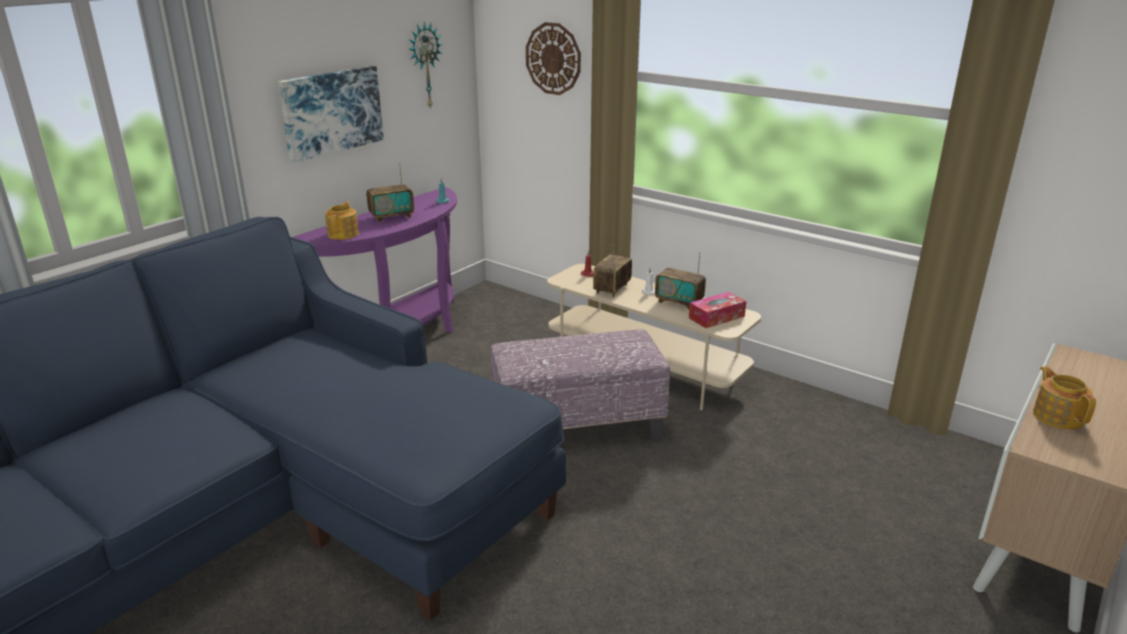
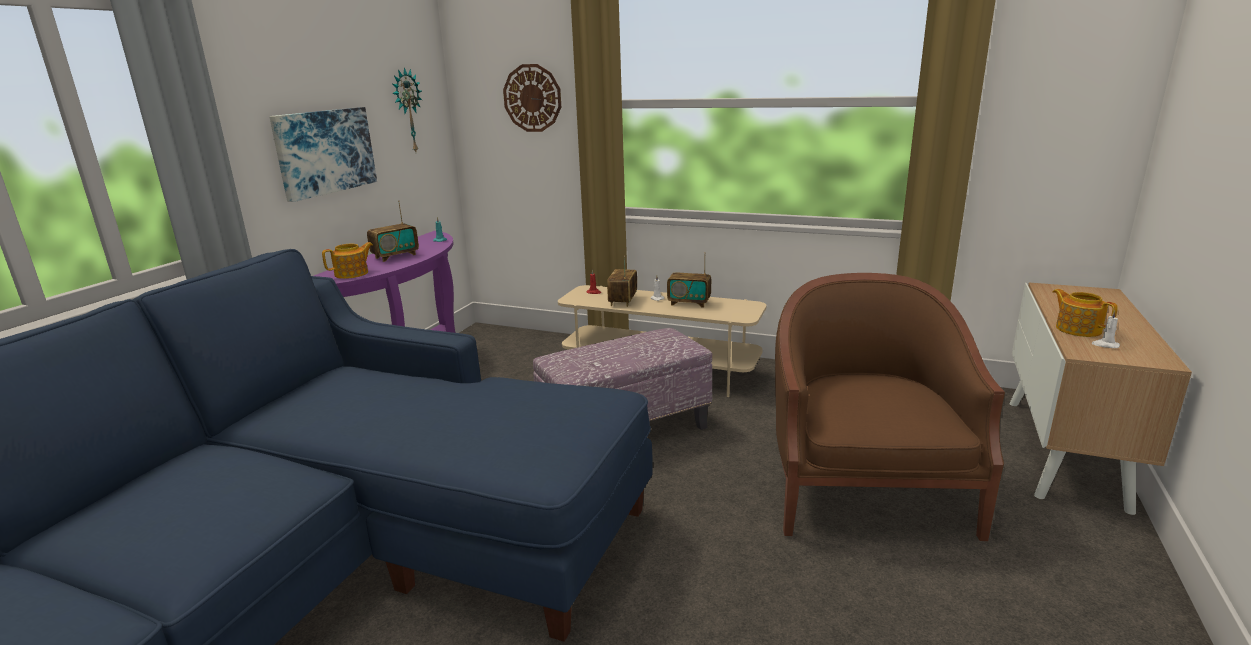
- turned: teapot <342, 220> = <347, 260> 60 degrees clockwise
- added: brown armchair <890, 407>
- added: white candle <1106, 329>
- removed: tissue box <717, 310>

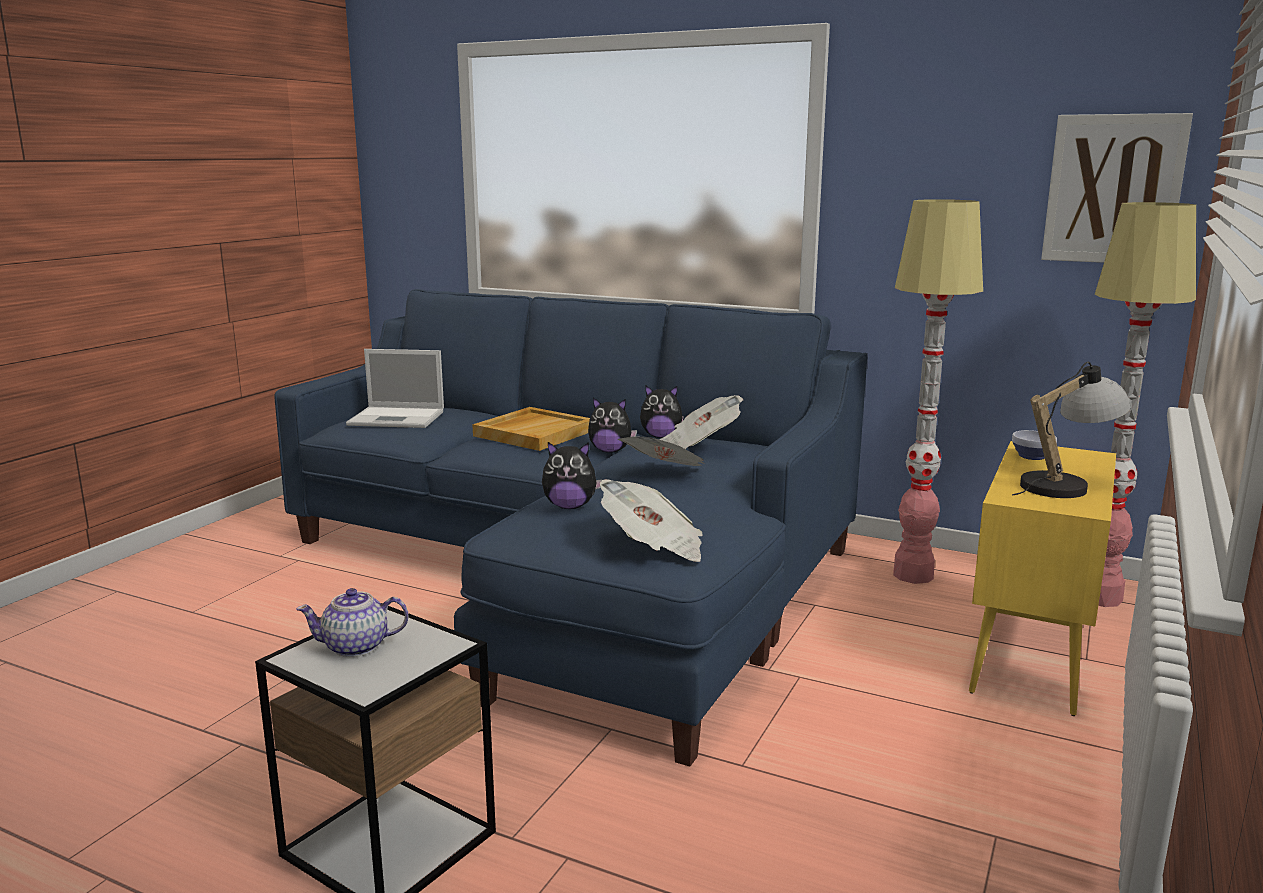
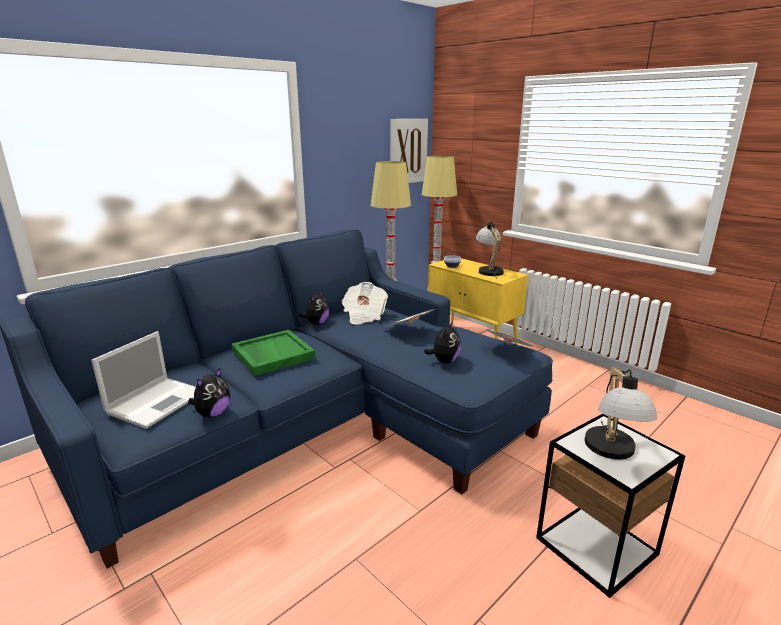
- moved: plush toy <612, 425> to <209, 392>
- recoloured: beige tray <531, 429> to green tray <273, 353>
- replaced: teapot <352, 622> to table lamp <621, 413>

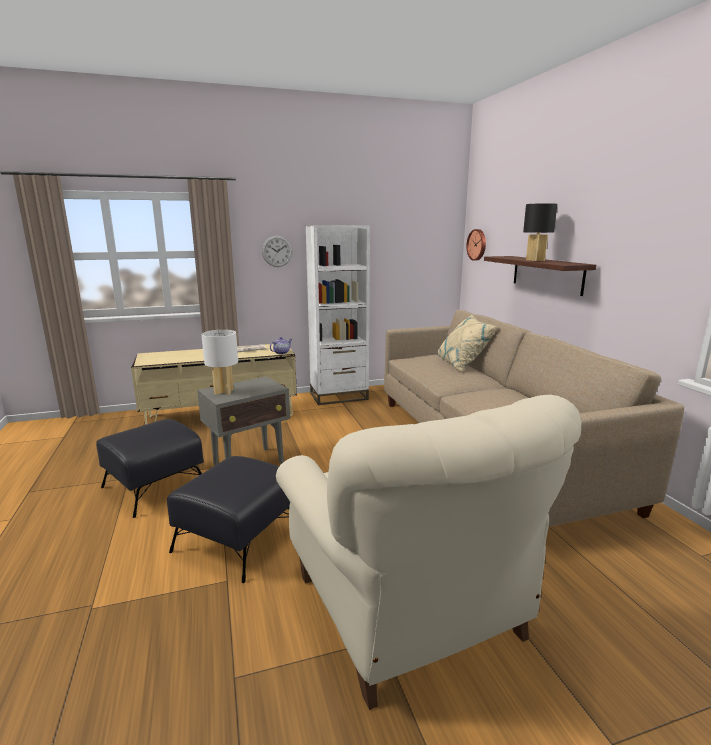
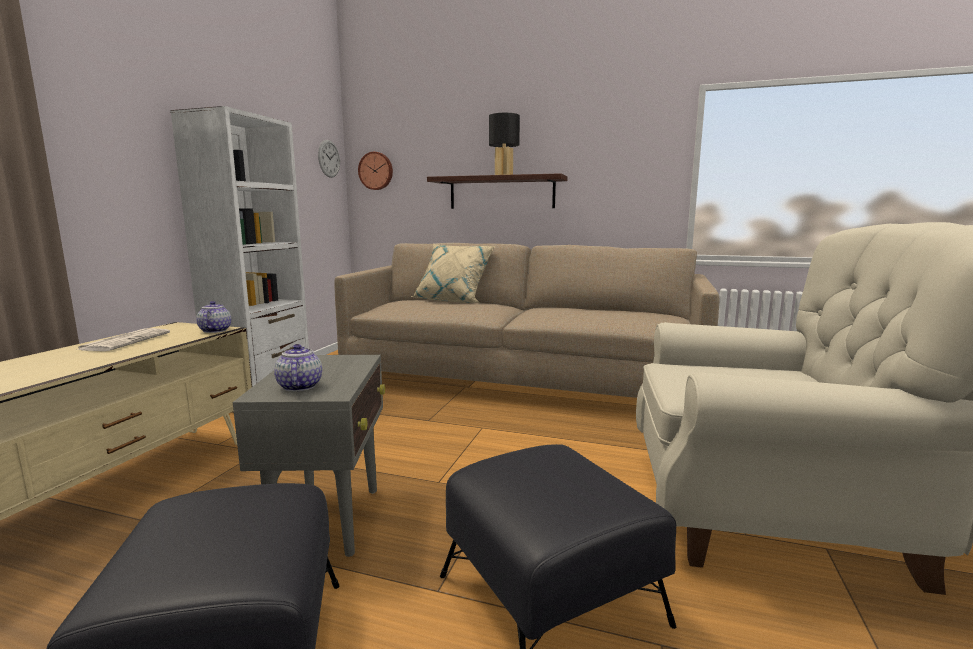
- replaced: white table lamp <220, 362> to teapot <298, 367>
- moved: wall clock <277, 251> to <329, 159>

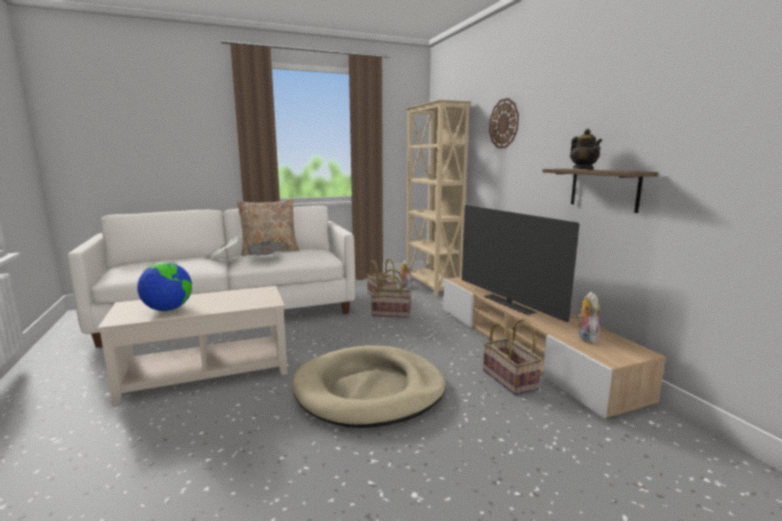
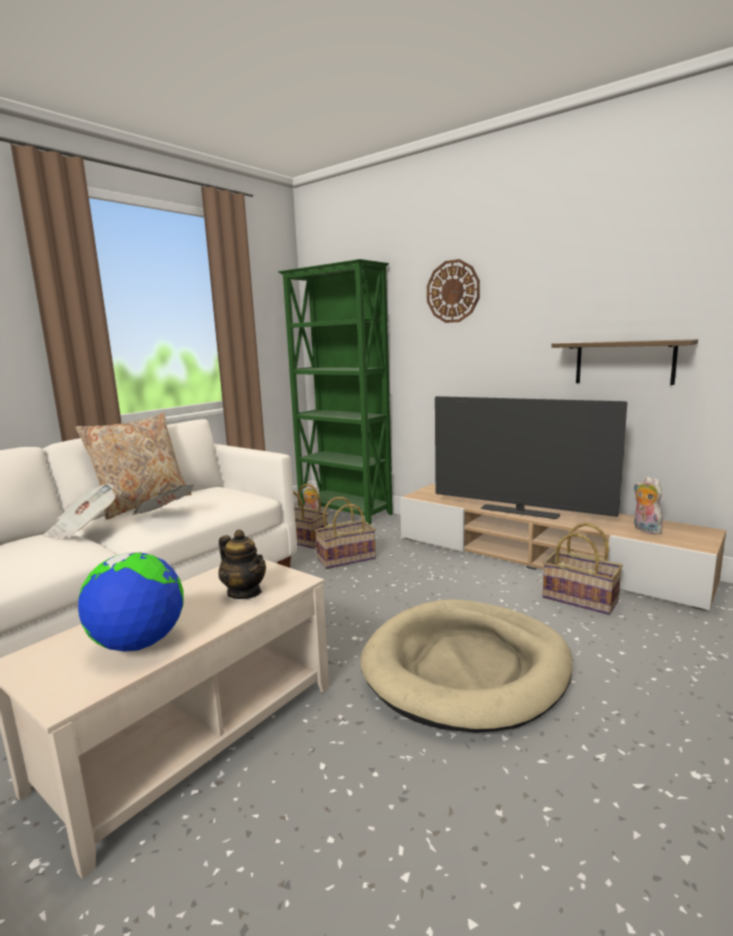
- moved: teapot <586, 149> to <242, 564>
- recoloured: beige bookcase <438, 198> to green bookcase <335, 391>

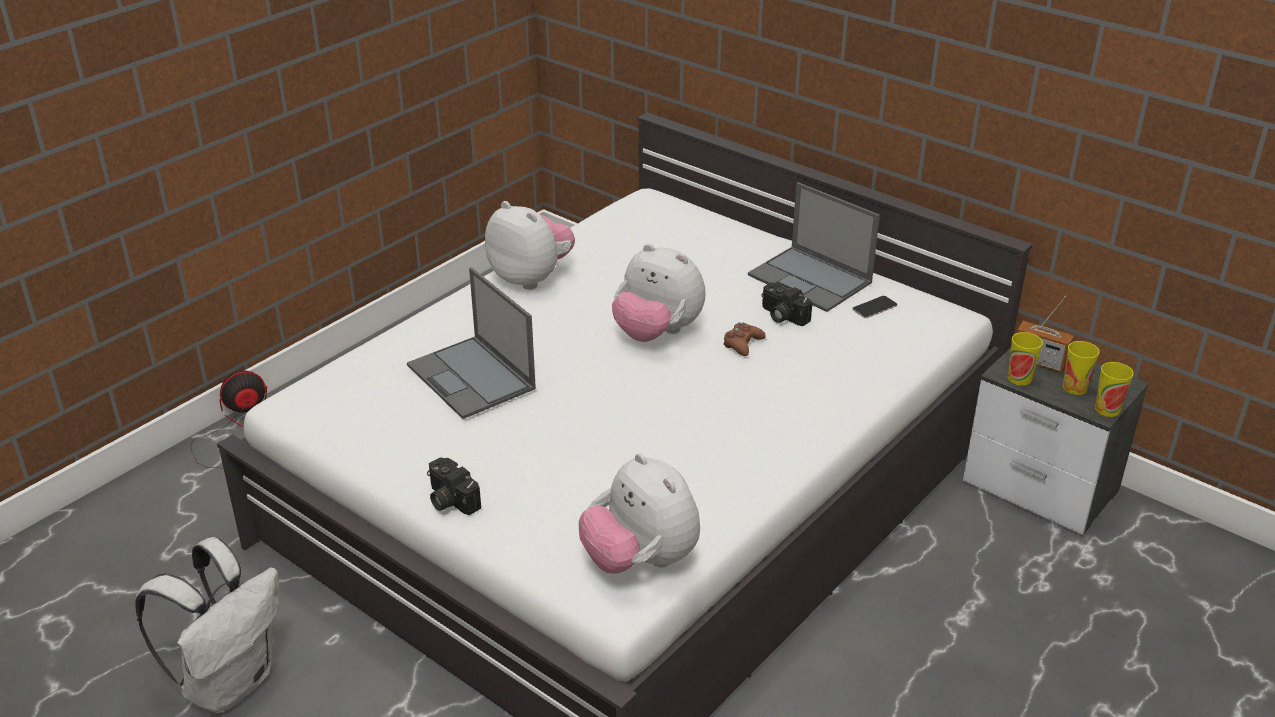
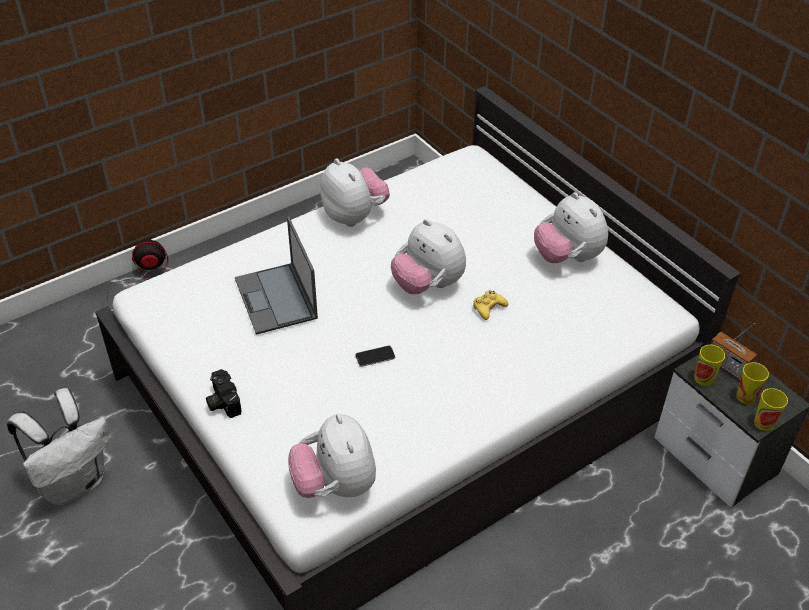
- moved: phone <875, 307> to <375, 356>
- recoloured: brown game controller <744, 339> to yellow game controller <490, 305>
- replaced: laptop <814, 247> to plush toy <571, 227>
- removed: photo camera <786, 304>

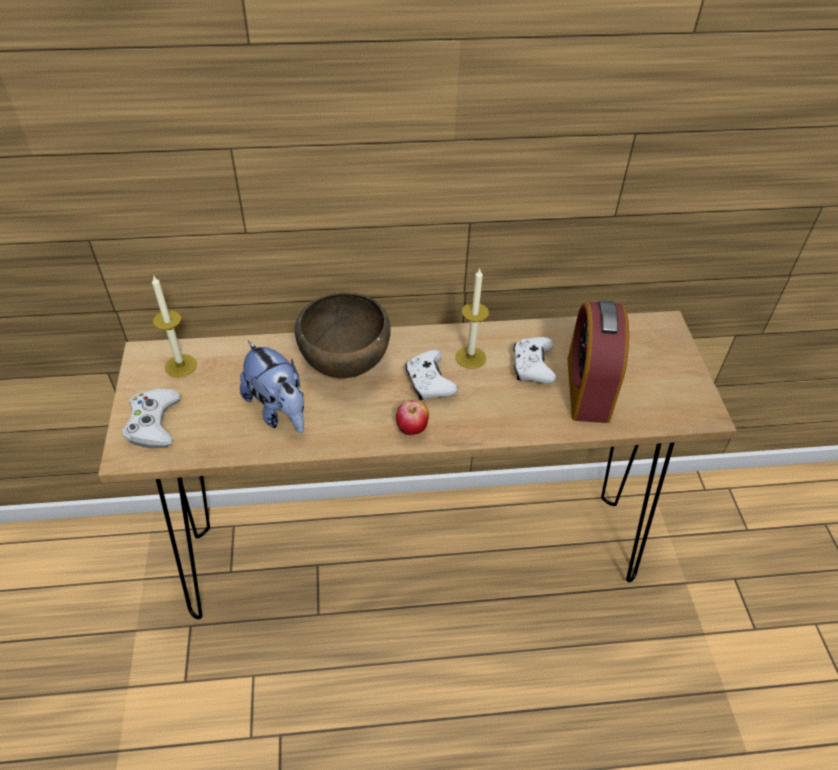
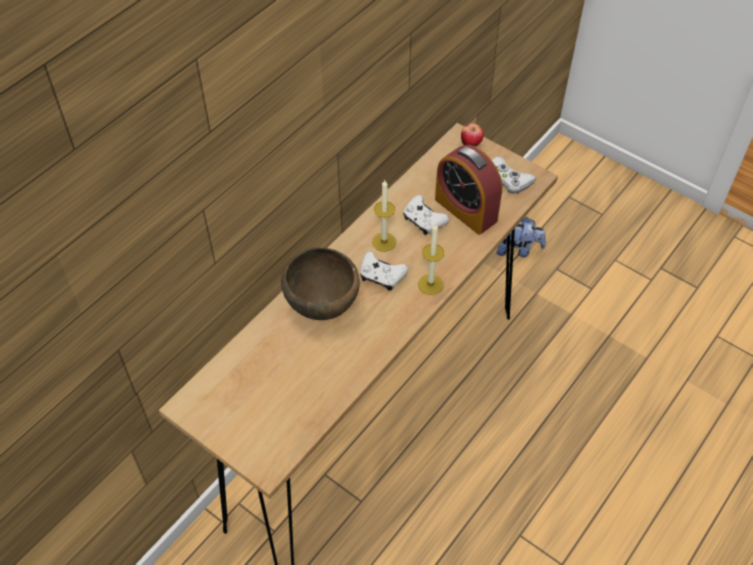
- moved: candle <174, 326> to <431, 259>
- moved: apple <412, 417> to <472, 135>
- moved: white game controller <151, 418> to <514, 175>
- moved: plush toy <272, 386> to <521, 237>

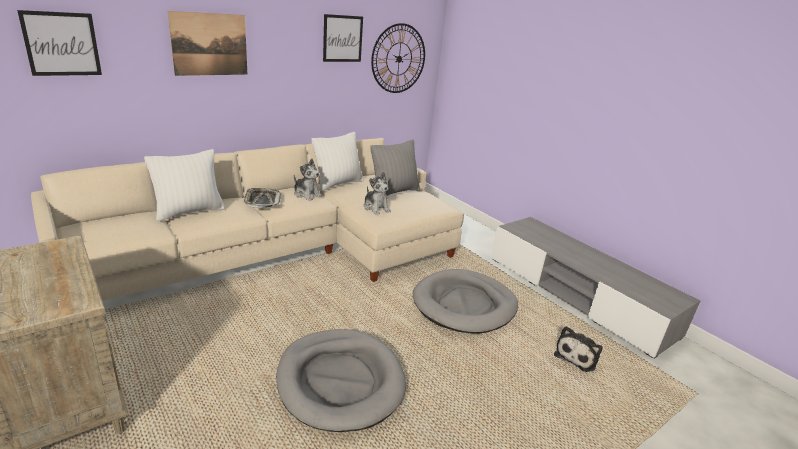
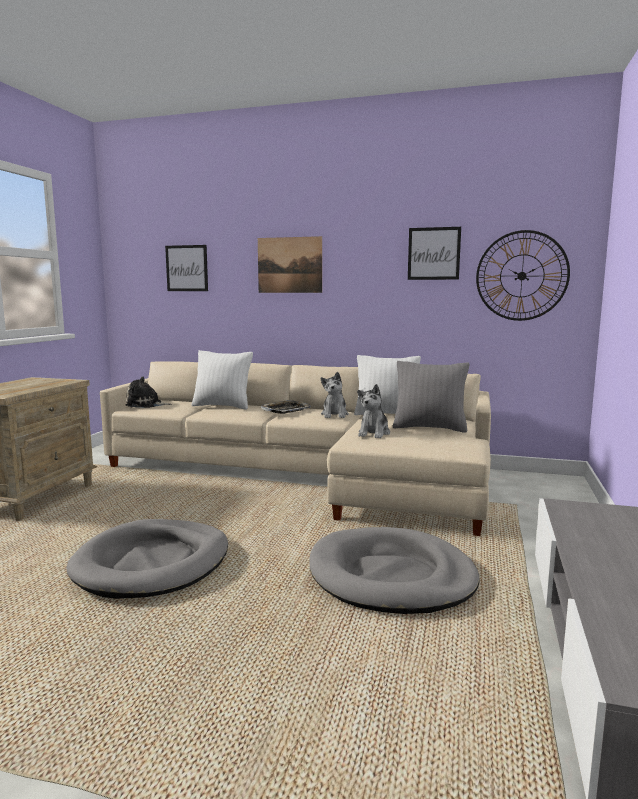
- moved: plush toy <578, 349> to <148, 392>

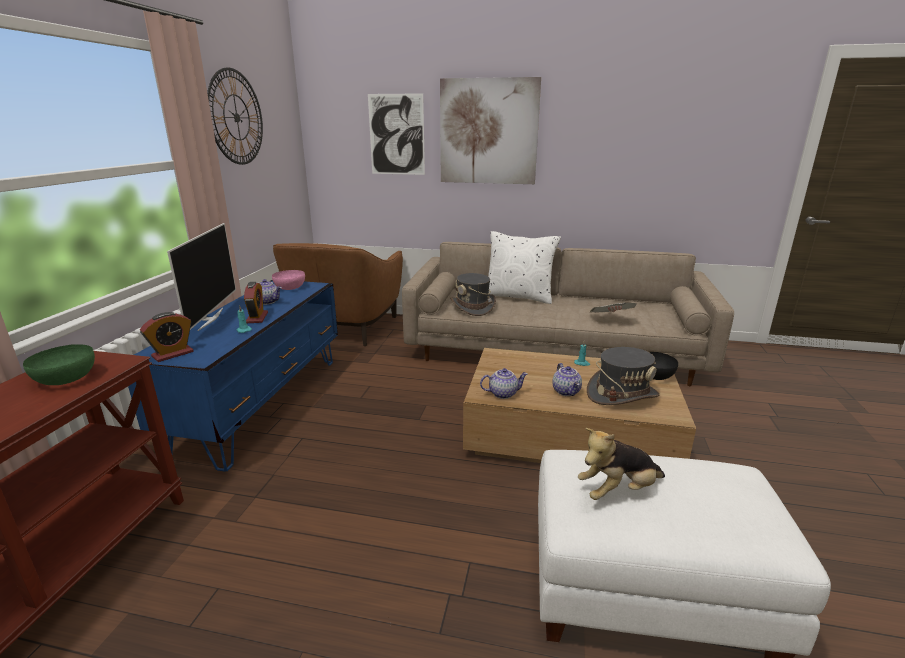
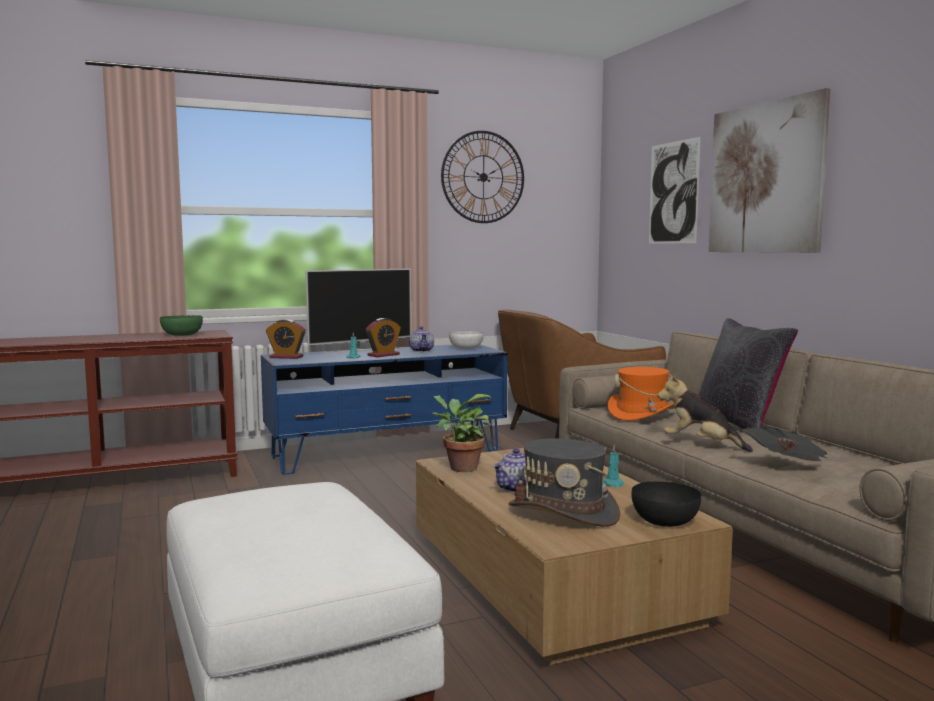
- replaced: teapot <504, 383> to potted plant <462, 433>
- recoloured: pink bowl <288, 280> to white bowl <466, 340>
- recoloured: grey hat <473, 294> to orange hat <641, 394>
- moved: plush toy <621, 464> to <705, 413>
- recoloured: white pillow <524, 267> to black pillow <748, 373>

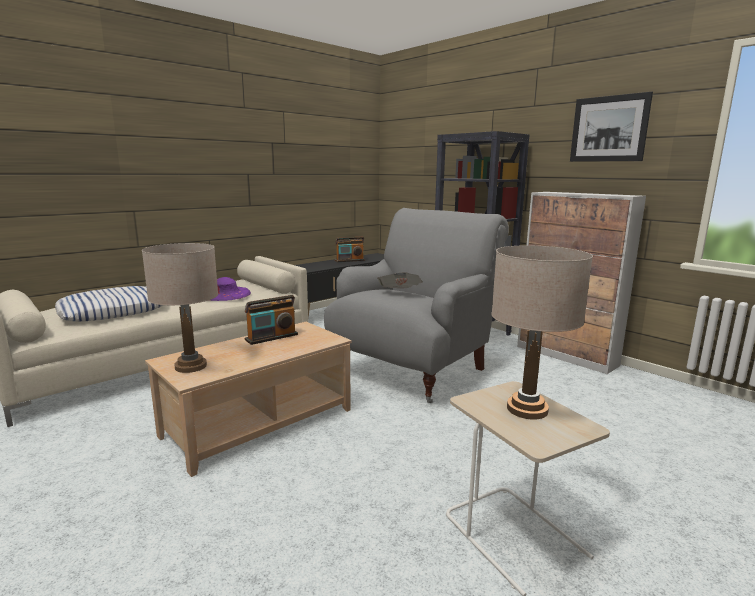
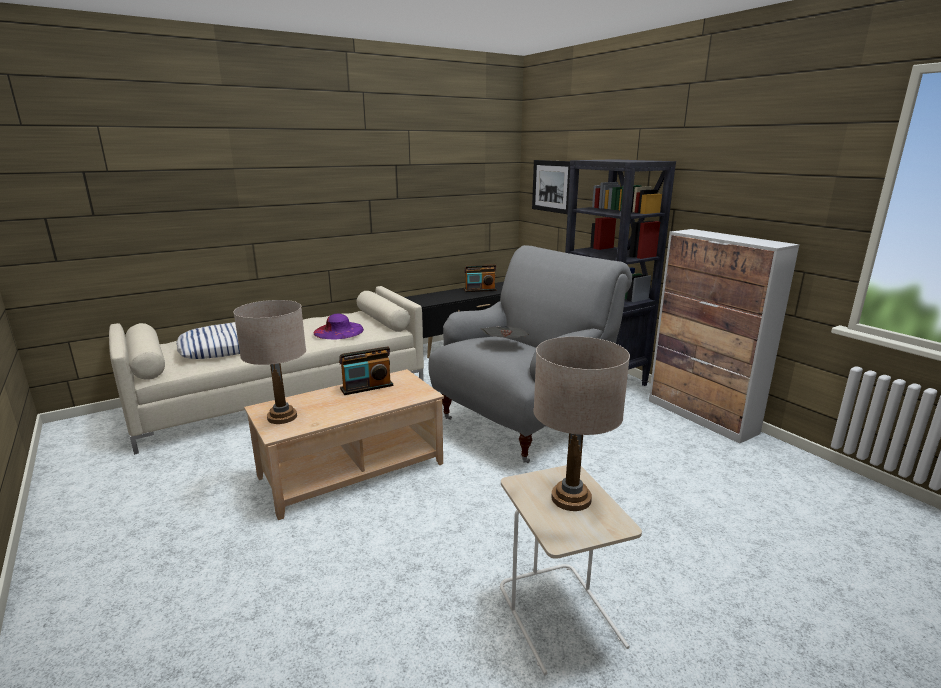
- moved: picture <611, 127> to <551, 187>

